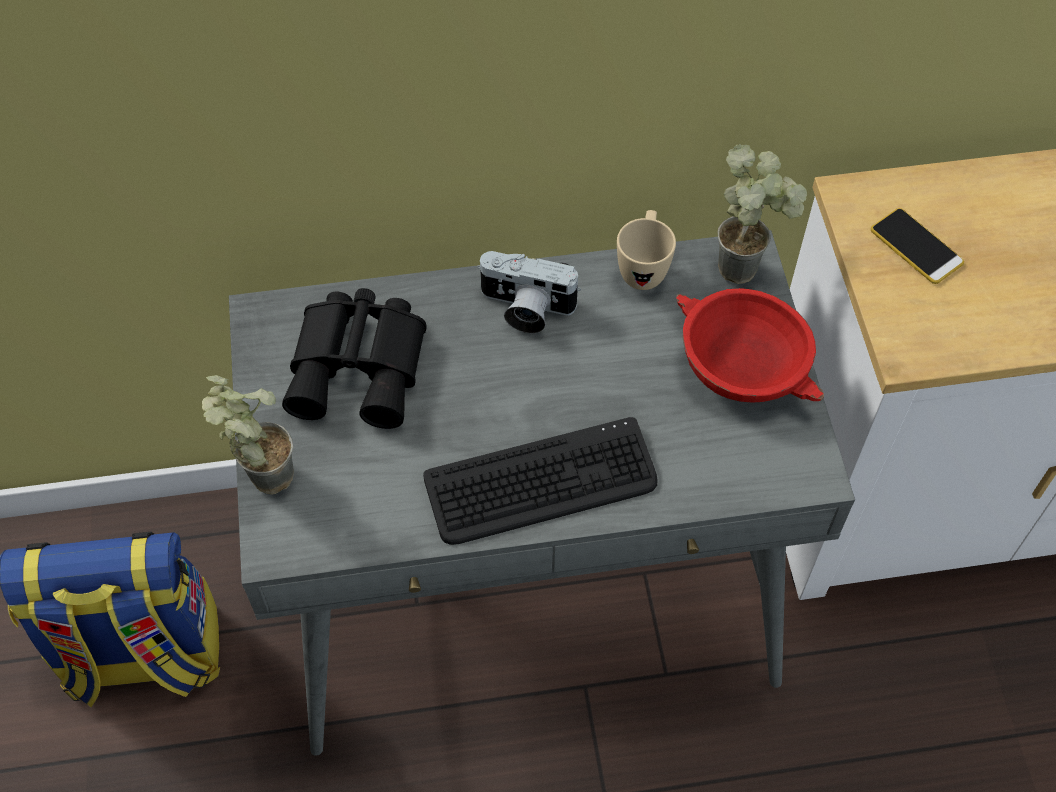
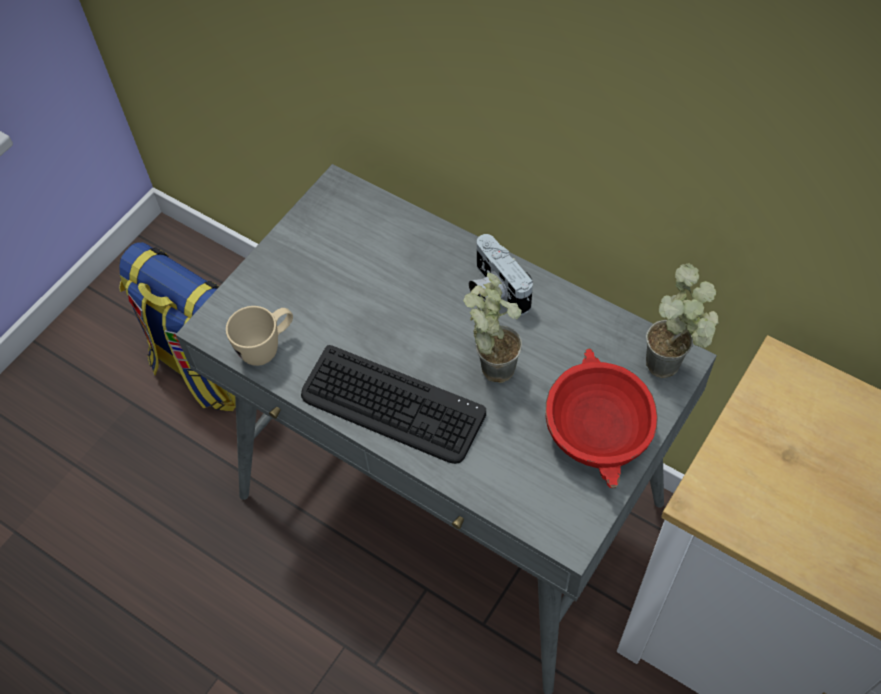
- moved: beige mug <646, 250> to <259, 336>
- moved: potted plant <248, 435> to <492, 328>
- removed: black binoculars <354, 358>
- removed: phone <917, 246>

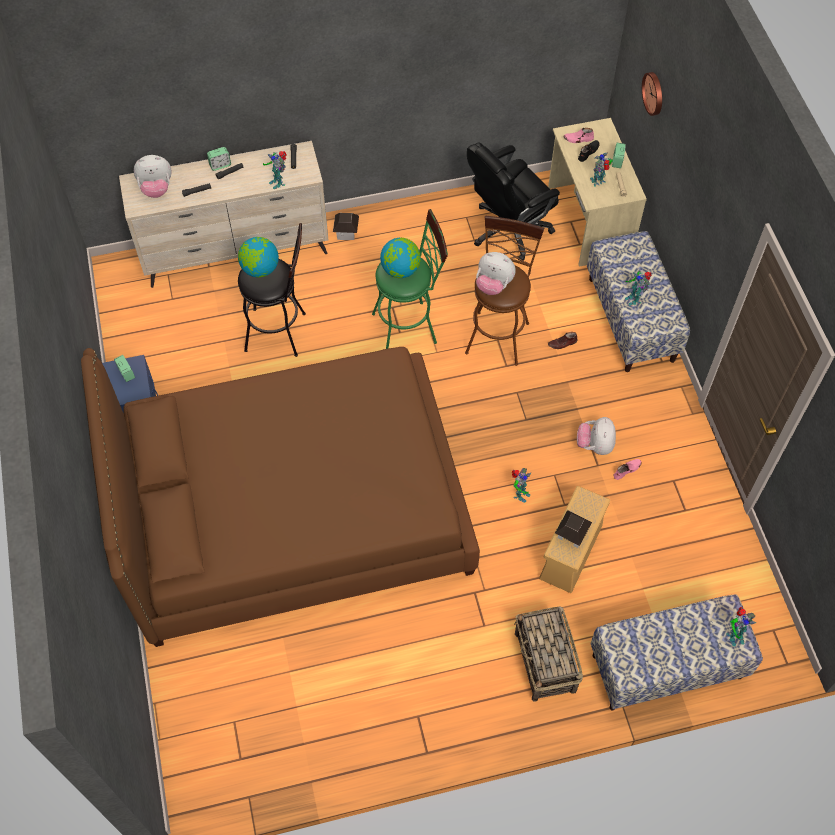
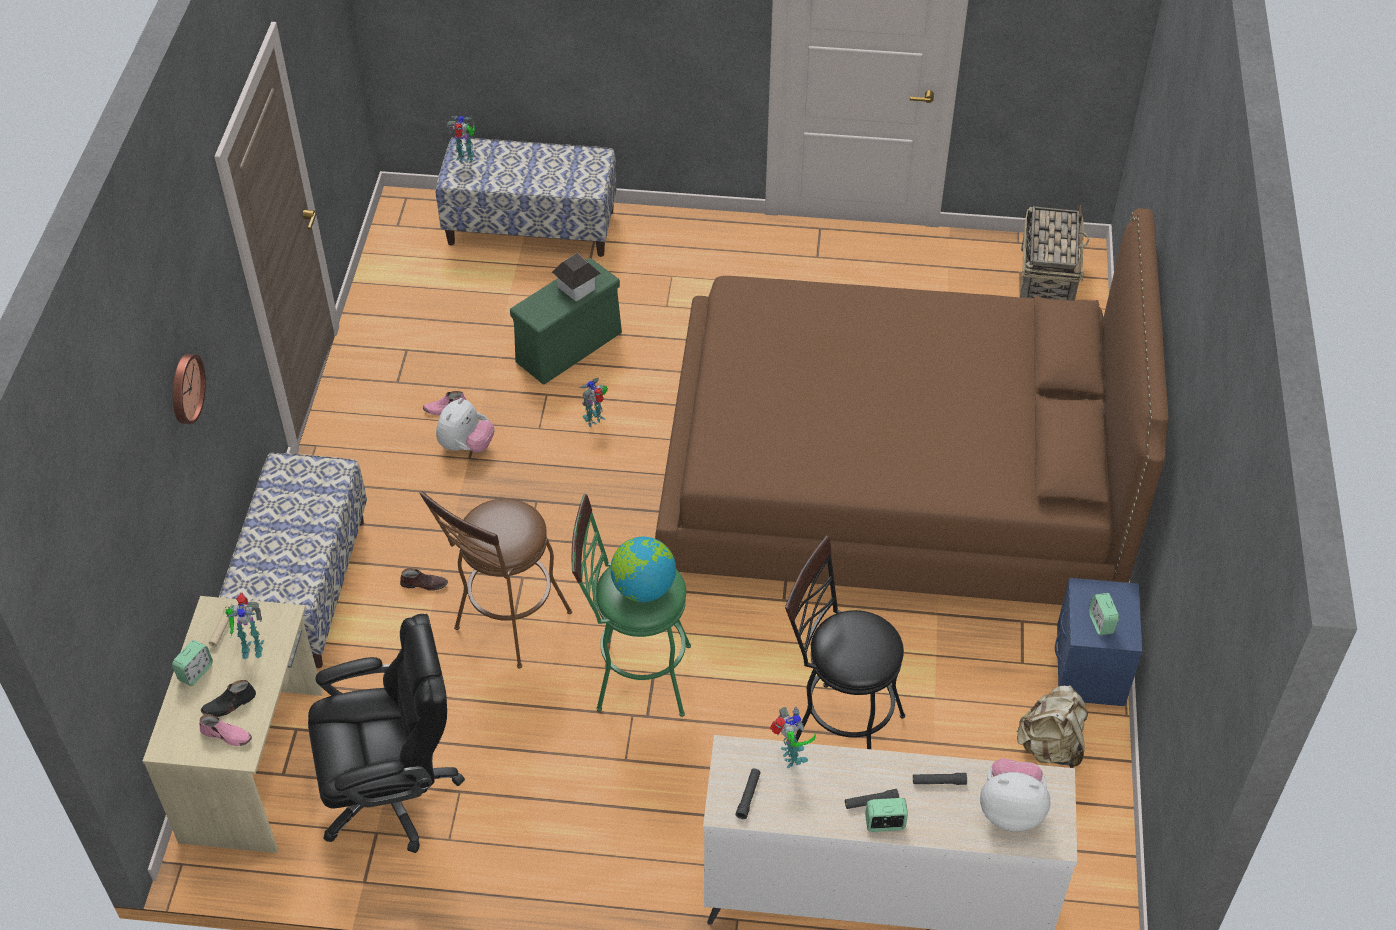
- moved: wall clock <652, 94> to <189, 389>
- recoloured: beige storage box <574, 539> to green storage box <566, 321>
- added: beige backpack <1052, 726>
- moved: basket <548, 654> to <1054, 253>
- removed: globe <258, 257>
- removed: toy house <346, 226>
- removed: plush toy <496, 273>
- removed: toy robot <638, 288>

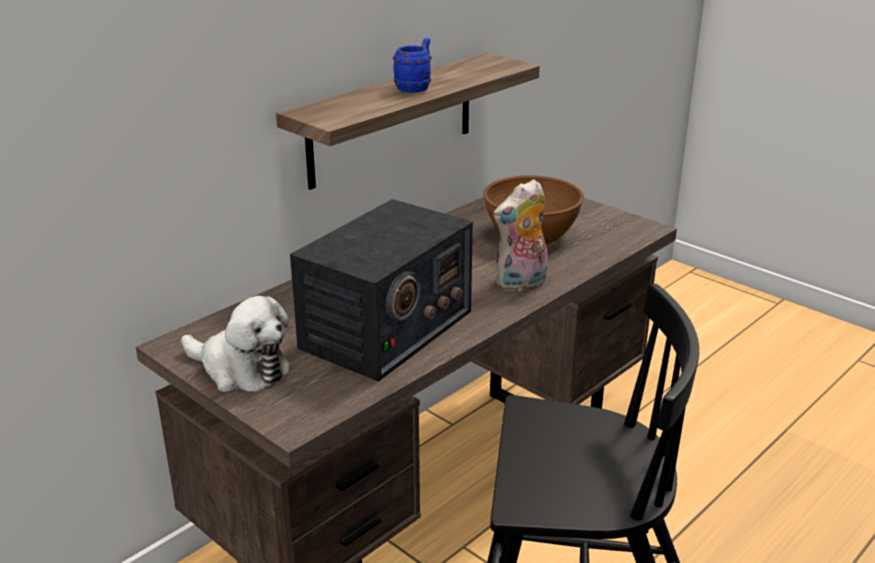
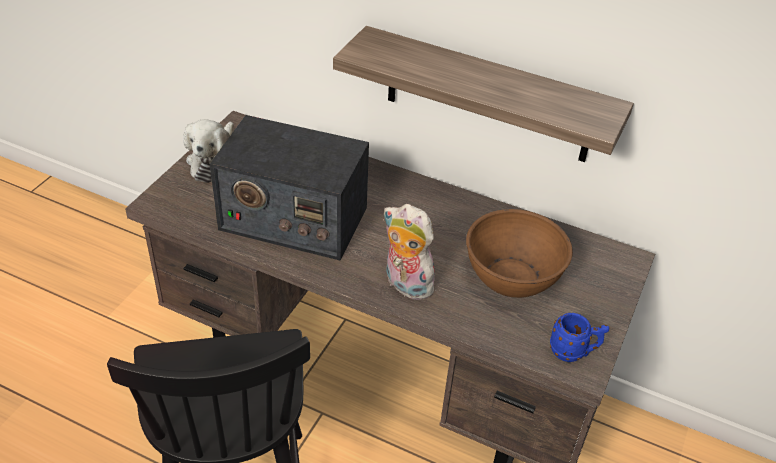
- moved: blue mug <412, 65> to <579, 337>

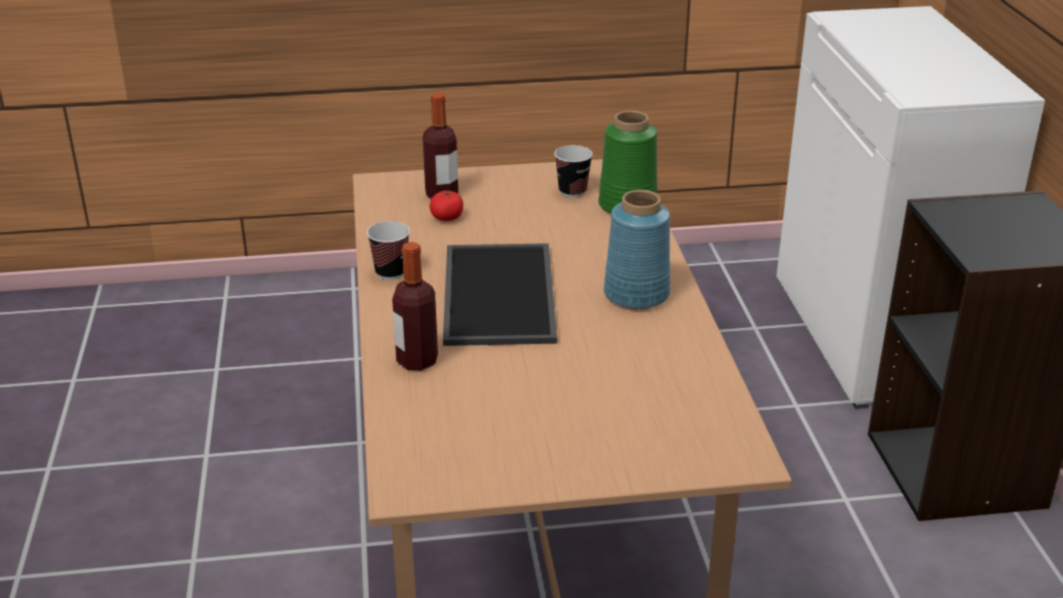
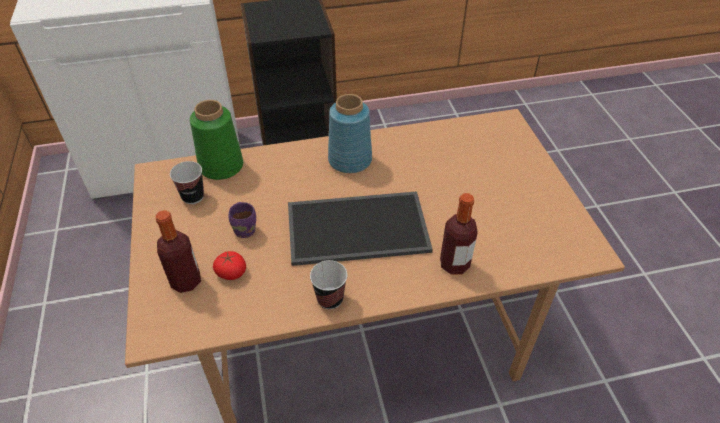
- added: purple mug <242, 220>

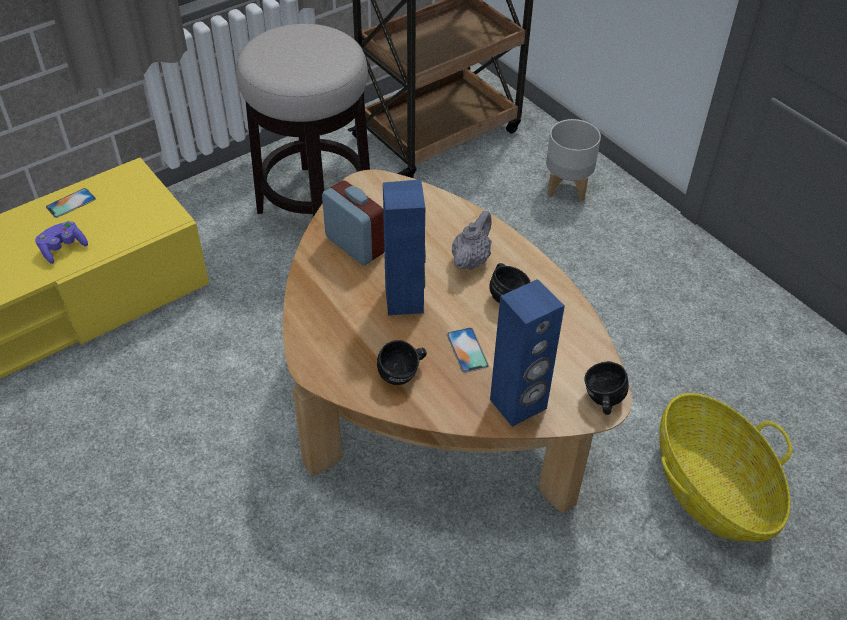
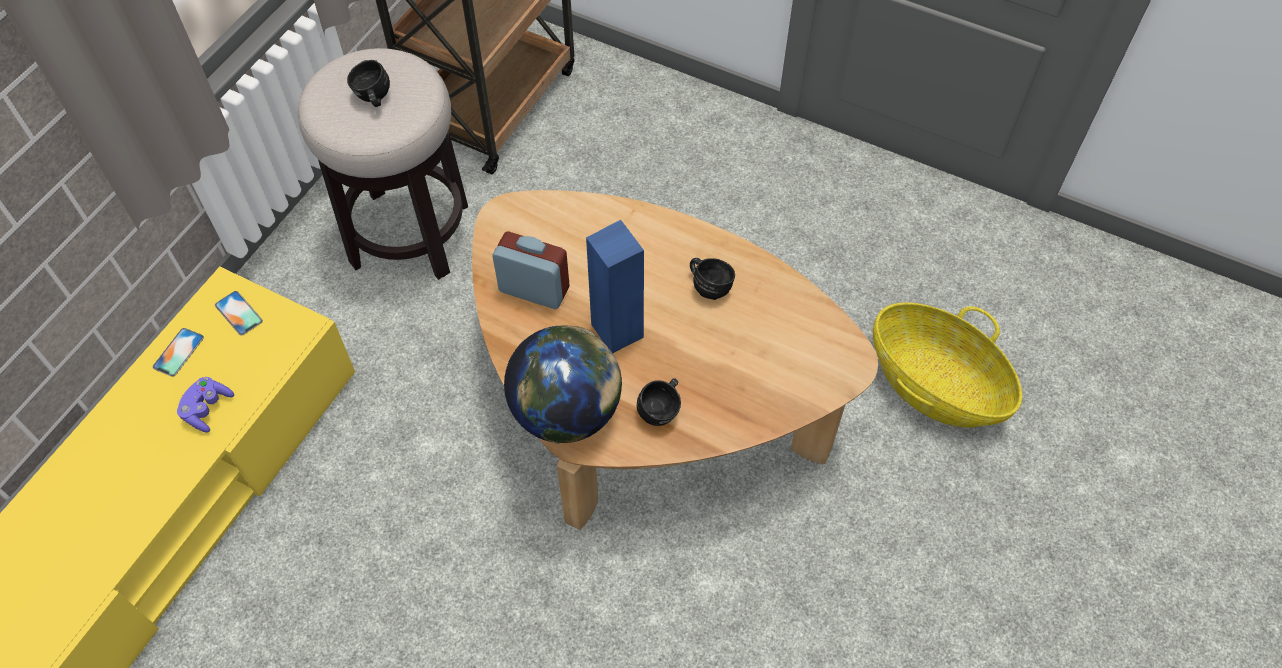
- moved: phone <468, 350> to <239, 313>
- moved: black mug <606, 388> to <368, 83>
- added: globe <563, 385>
- removed: grey teapot <472, 240>
- removed: blue speaker <527, 353>
- removed: grey planter <573, 160>

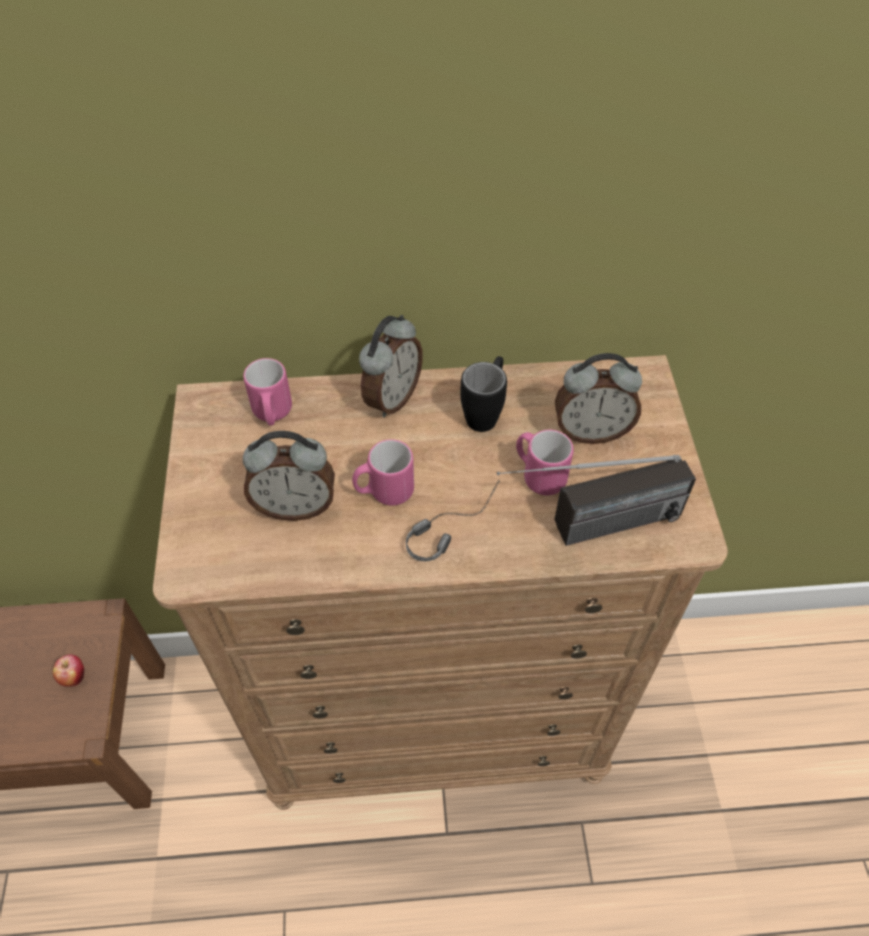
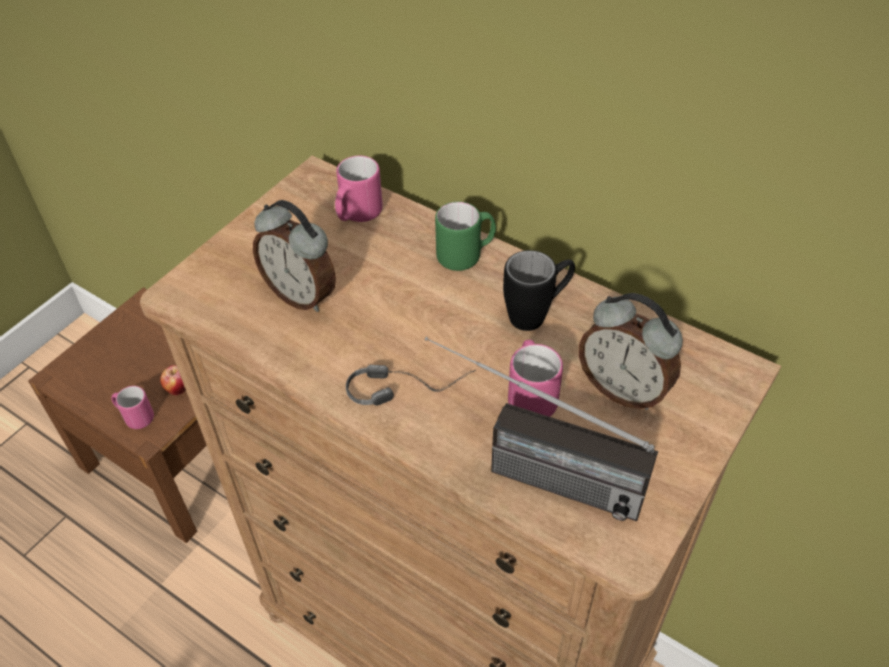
- moved: pink mug <383, 472> to <132, 407>
- replaced: alarm clock <391, 366> to green mug <465, 236>

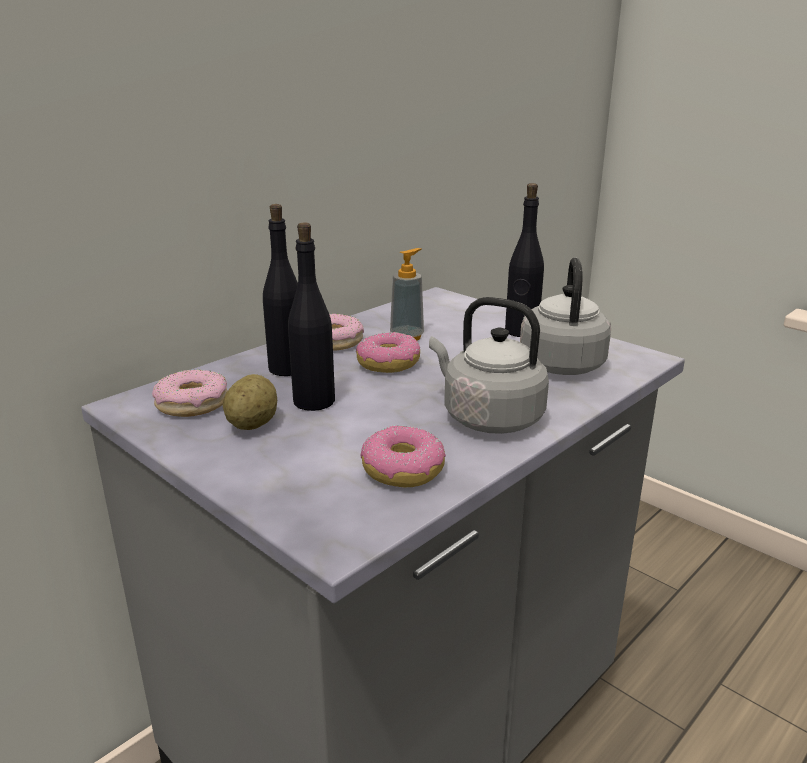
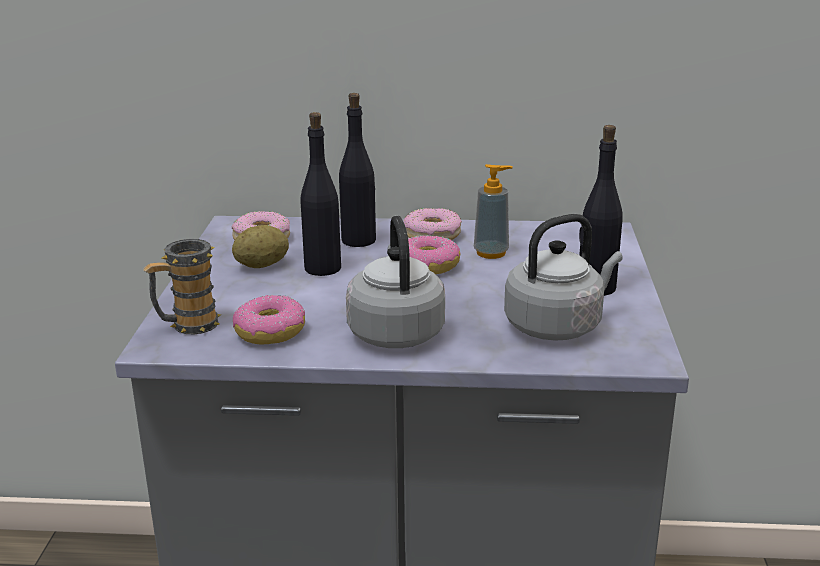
- added: mug <182, 286>

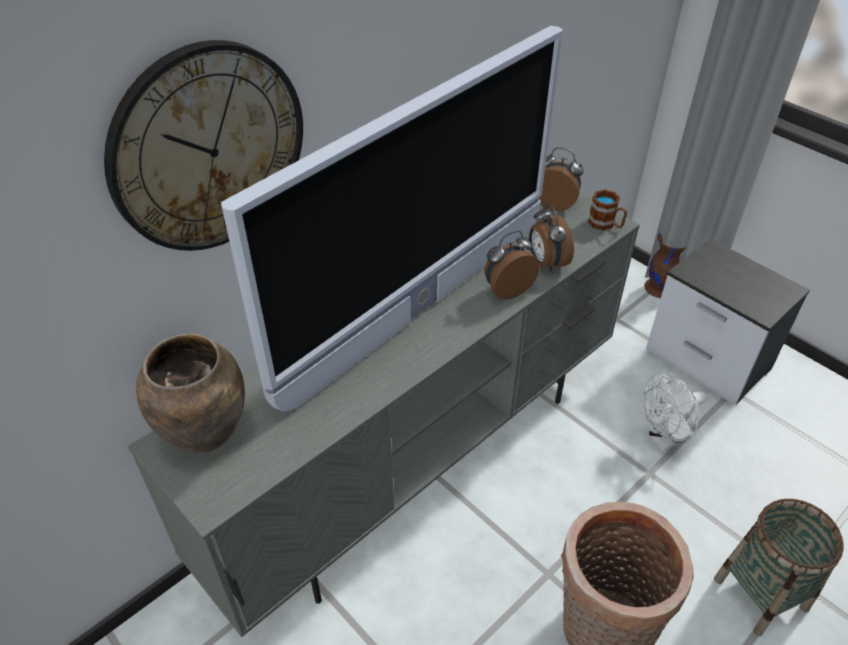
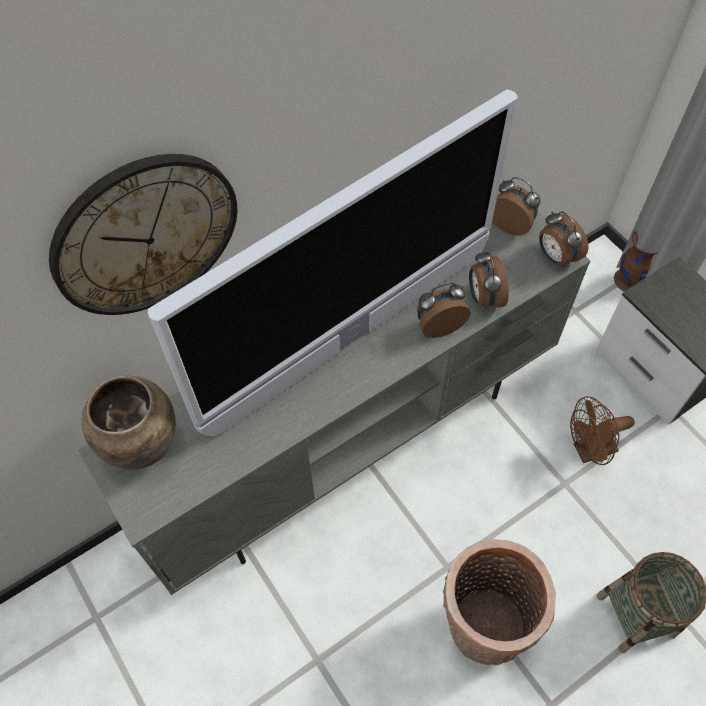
- replaced: mug <607, 209> to alarm clock <563, 239>
- recoloured: white fan <675, 411> to brown fan <602, 430>

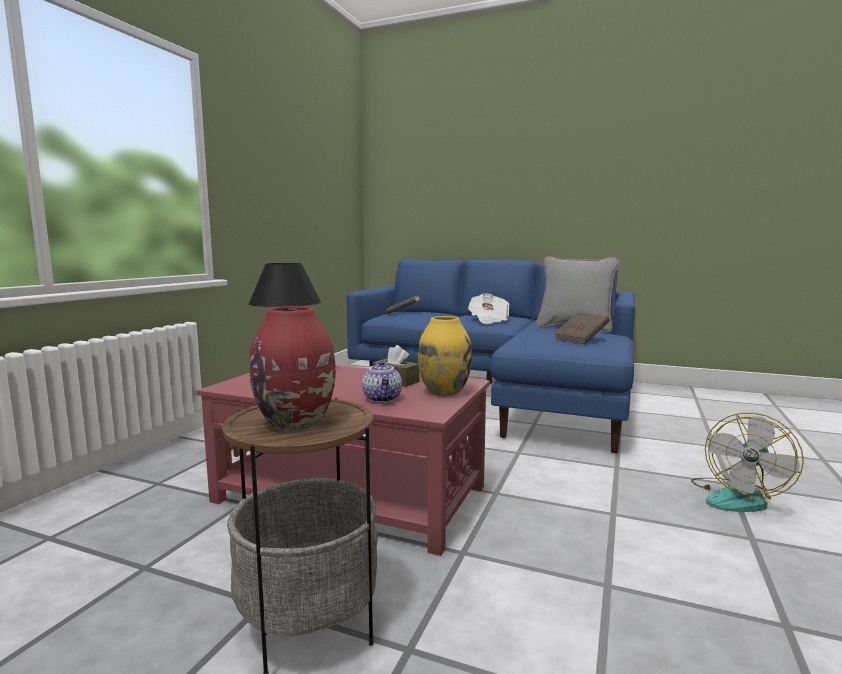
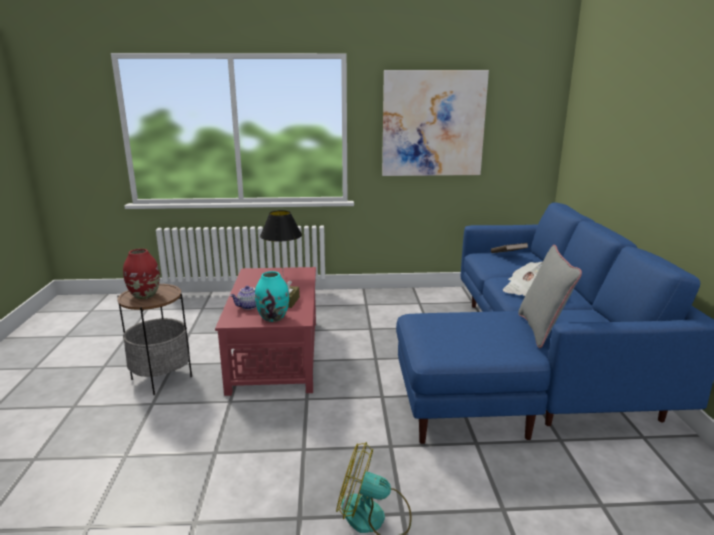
- recoloured: yellow vase <445, 356> to turquoise vase <272, 296>
- added: picture <435, 123>
- removed: brown book <581, 328>

